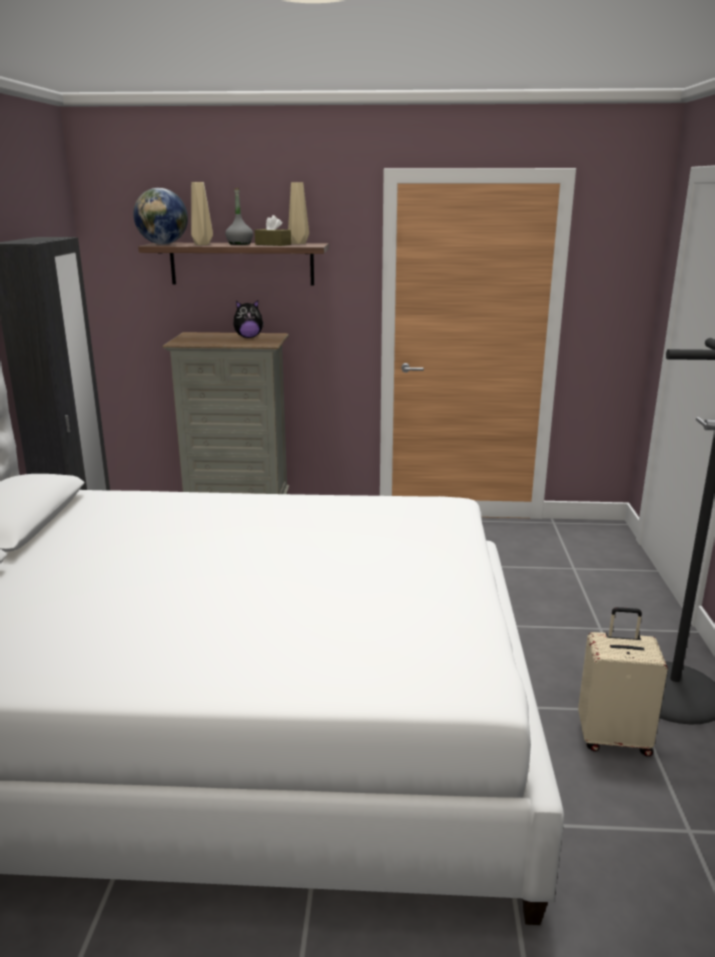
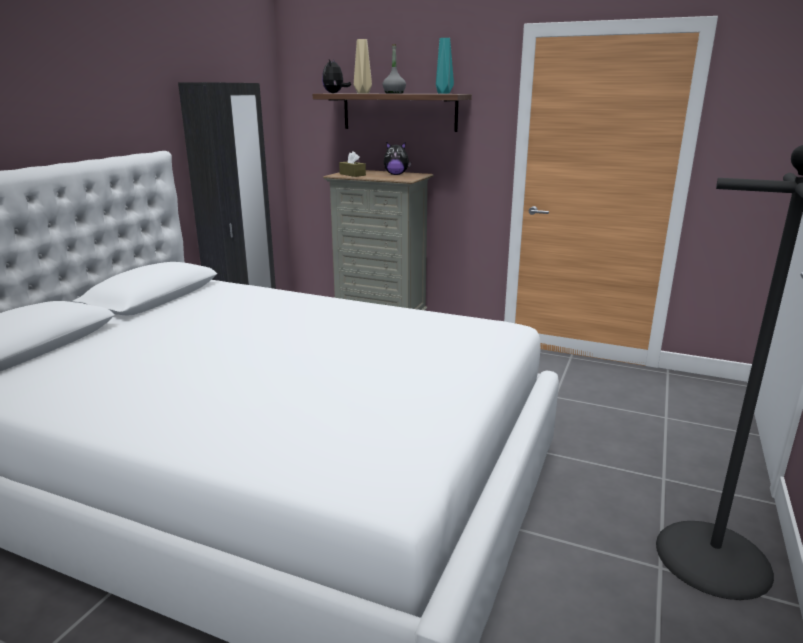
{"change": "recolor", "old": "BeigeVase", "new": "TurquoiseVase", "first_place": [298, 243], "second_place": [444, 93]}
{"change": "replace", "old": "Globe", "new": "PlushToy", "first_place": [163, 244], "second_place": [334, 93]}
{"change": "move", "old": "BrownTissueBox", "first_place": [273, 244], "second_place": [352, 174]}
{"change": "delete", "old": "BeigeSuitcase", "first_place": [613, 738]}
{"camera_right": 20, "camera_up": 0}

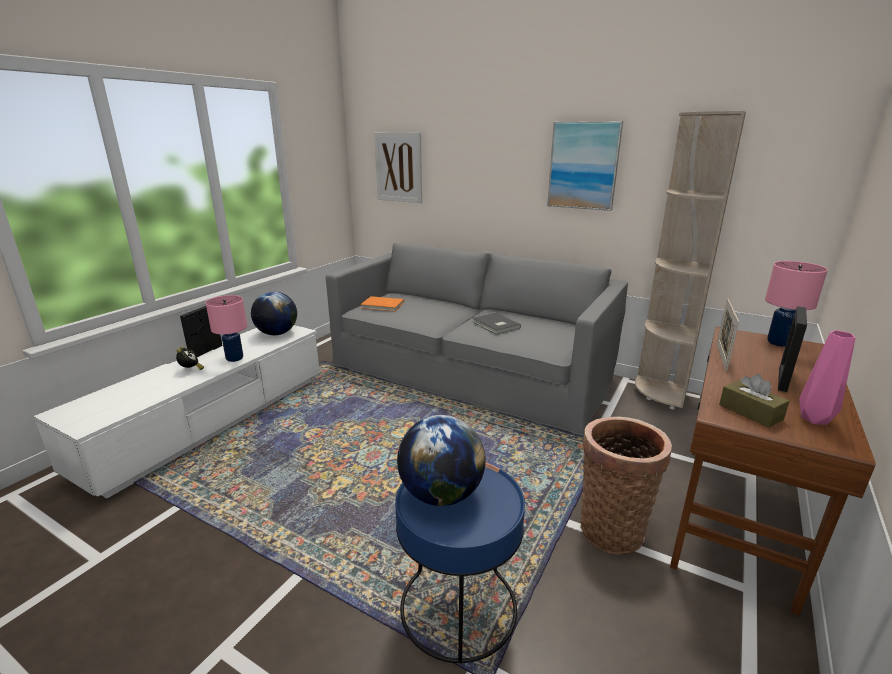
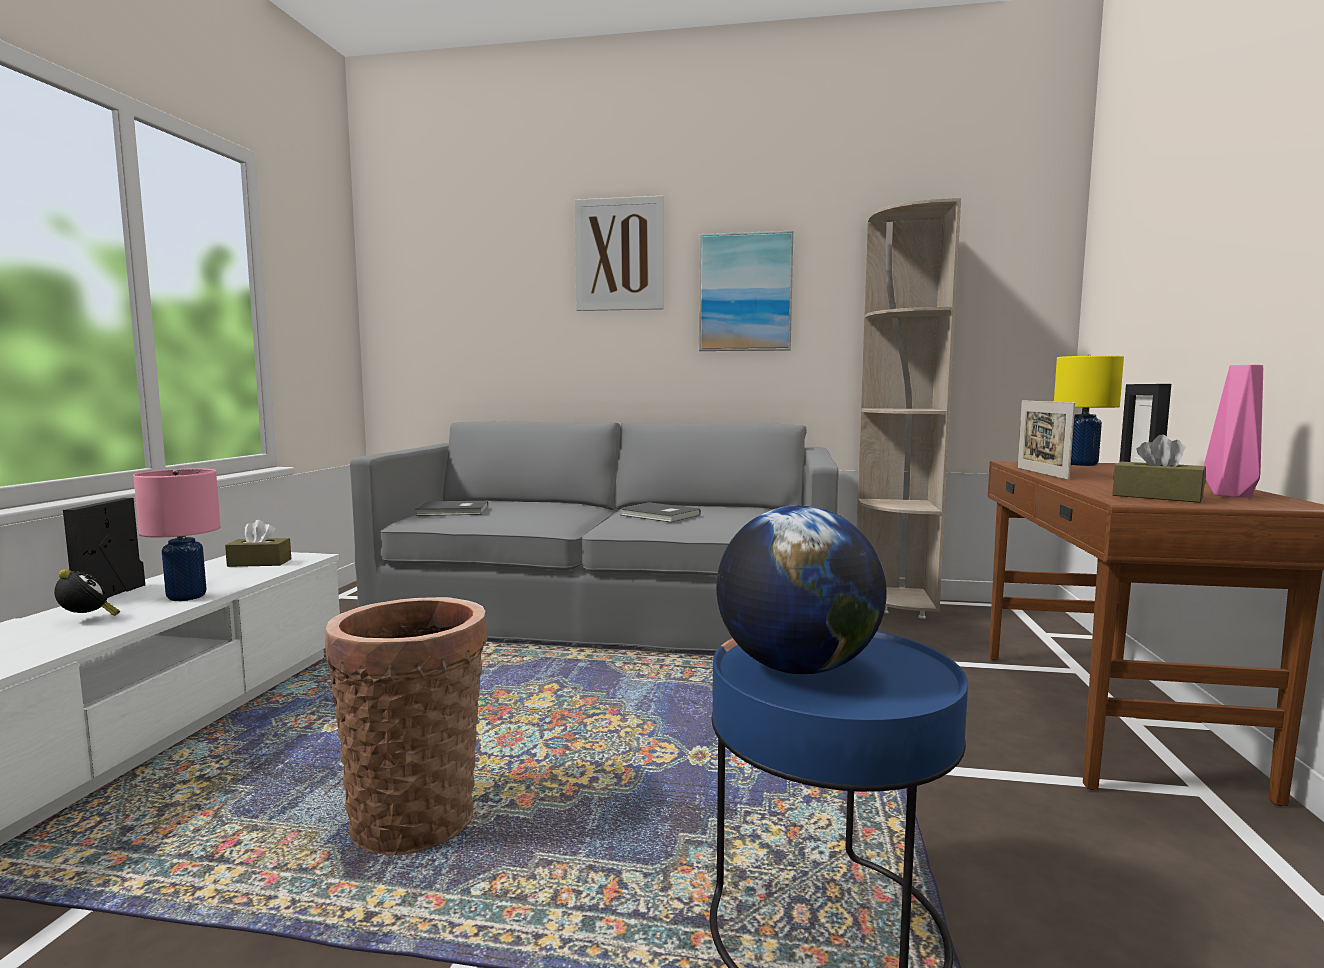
{"change": "move", "old": "Picture", "first_place": [398, 167], "second_place": [619, 254]}
{"change": "recolor", "old": "PinkTableLamp", "new": "YellowTableLamp", "first_place": [780, 343], "second_place": [1083, 464]}
{"change": "replace", "old": "Globe", "new": "BrownTissueBox", "first_place": [277, 333], "second_place": [259, 563]}
{"change": "recolor", "old": "OrangeBook", "new": "GreyBook", "first_place": [382, 305], "second_place": [454, 511]}
{"change": "move", "old": "Basket", "first_place": [612, 527], "second_place": [417, 815]}
{"camera_right": -20, "camera_up": -15}

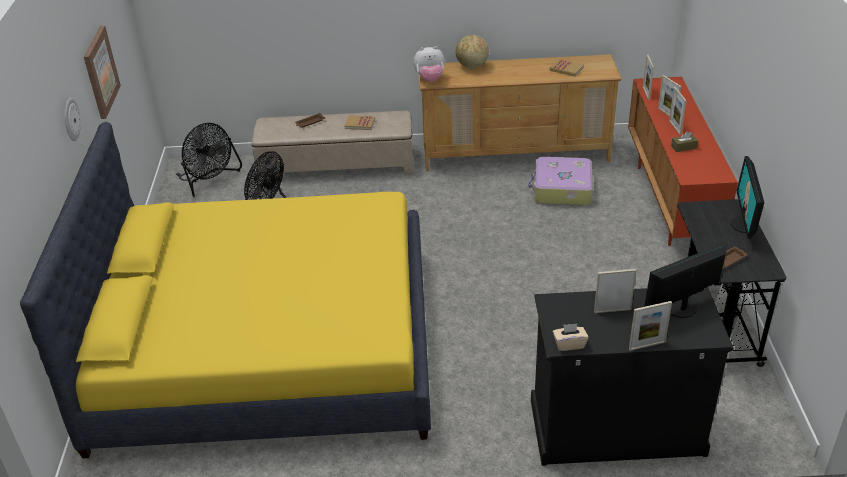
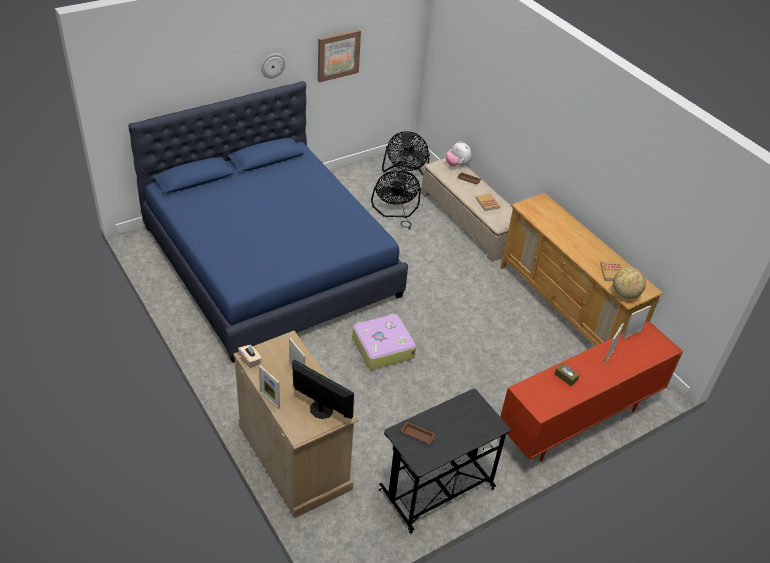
{"change": "move", "old": "Globe", "first_place": [472, 66], "second_place": [624, 294]}
{"change": "move", "old": "PlushToy", "first_place": [430, 79], "second_place": [457, 165]}
{"change": "delete", "old": "PictureFrame", "first_place": [675, 127]}
{"change": "recolor", "old": "YellowBed", "new": "BlueBed", "first_place": [267, 345], "second_place": [270, 261]}
{"change": "delete", "old": "Monitor", "first_place": [744, 224]}
{"change": "move", "old": "Suitcase", "first_place": [561, 190], "second_place": [382, 347]}
{"change": "recolor", "old": "BlackDresser", "new": "BeigeDresser", "first_place": [615, 427], "second_place": [294, 456]}
{"camera_right": 55, "camera_up": 5}

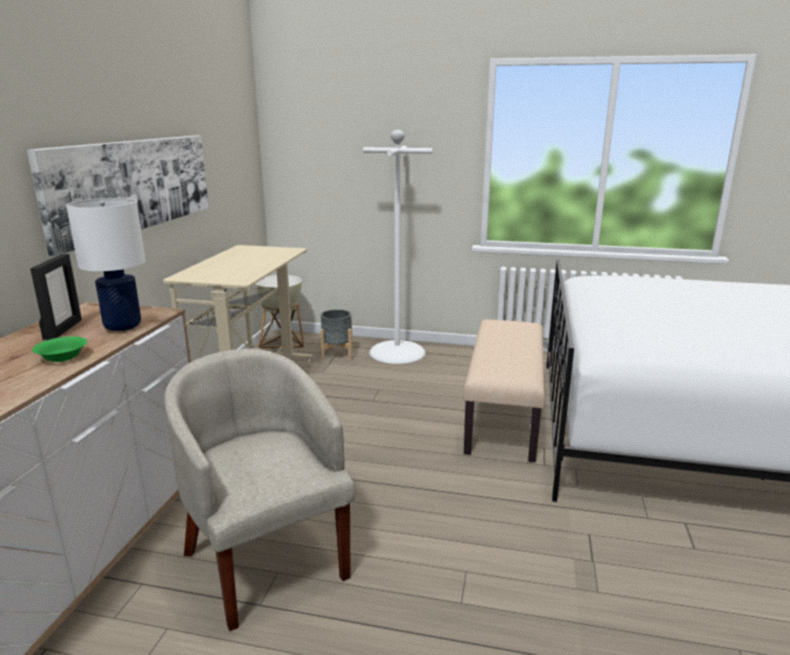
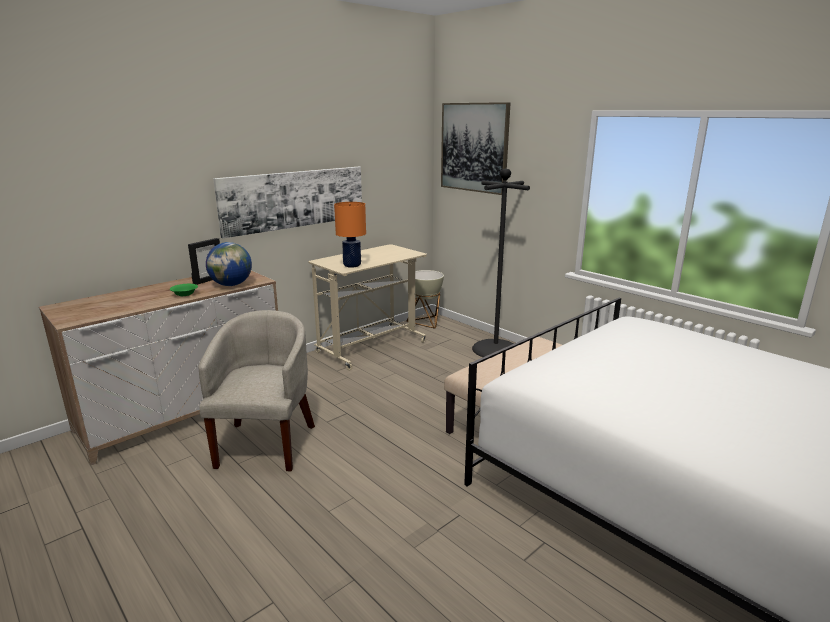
{"change": "recolor", "old": "WhiteClothesRack", "new": "BlackClothesRack", "first_place": [397, 352], "second_place": [495, 349]}
{"change": "replace", "old": "WhiteTableLamp", "new": "Globe", "first_place": [123, 327], "second_place": [231, 285]}
{"change": "delete", "old": "GreyPlanter", "first_place": [337, 354]}
{"change": "insert", "new": "Picture", "second_place": [474, 147]}
{"change": "insert", "new": "OrangeTableLamp", "second_place": [352, 266]}
{"camera_right": 35, "camera_up": 0}

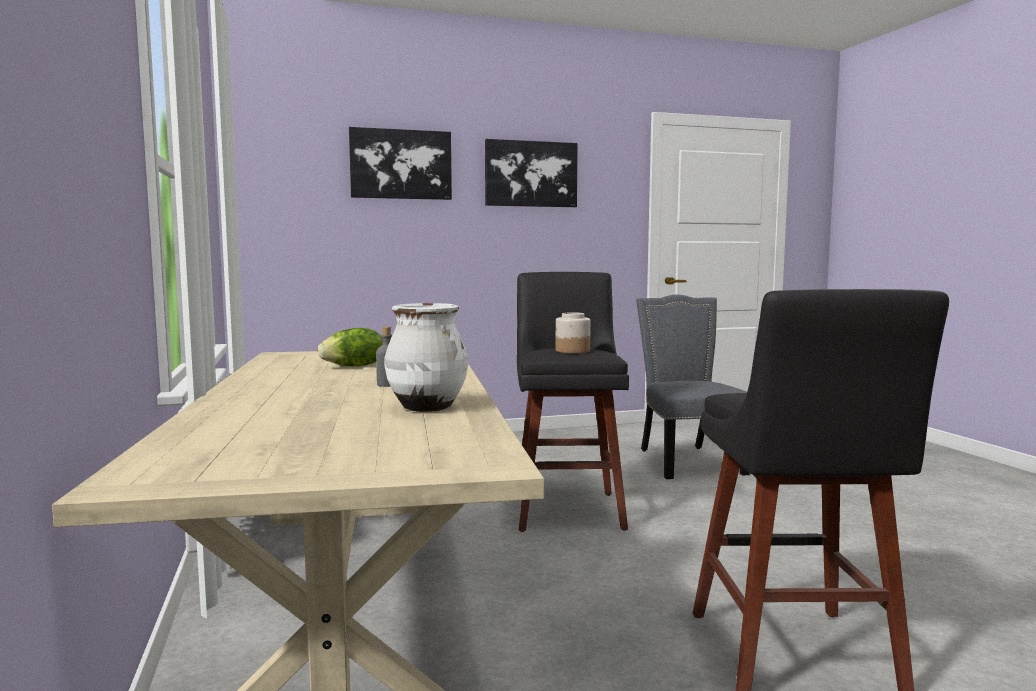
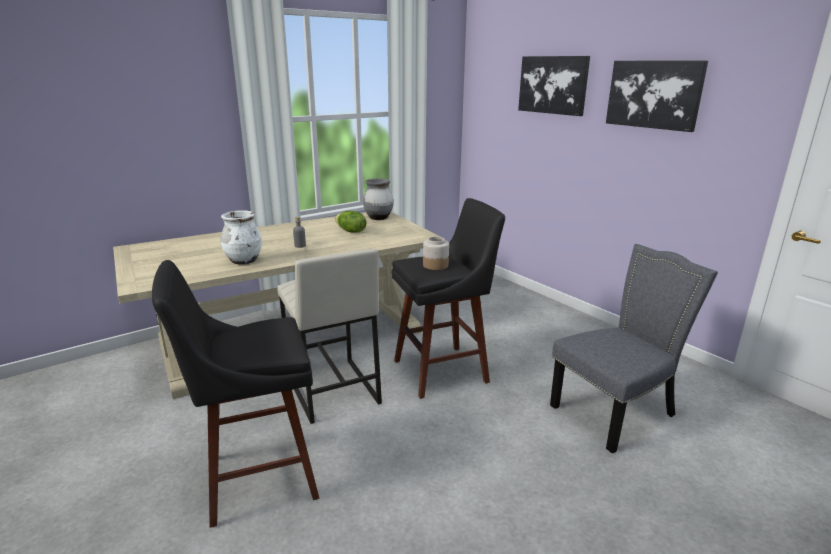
{"change": "insert", "new": "GreyVase", "second_place": [378, 218]}
{"change": "insert", "new": "BeigeStool", "second_place": [332, 389]}
{"camera_right": 70, "camera_up": 15}

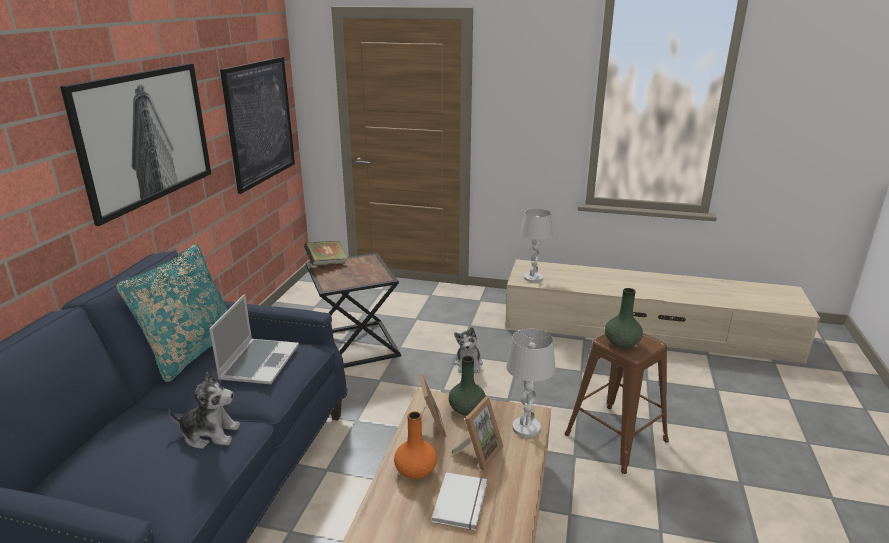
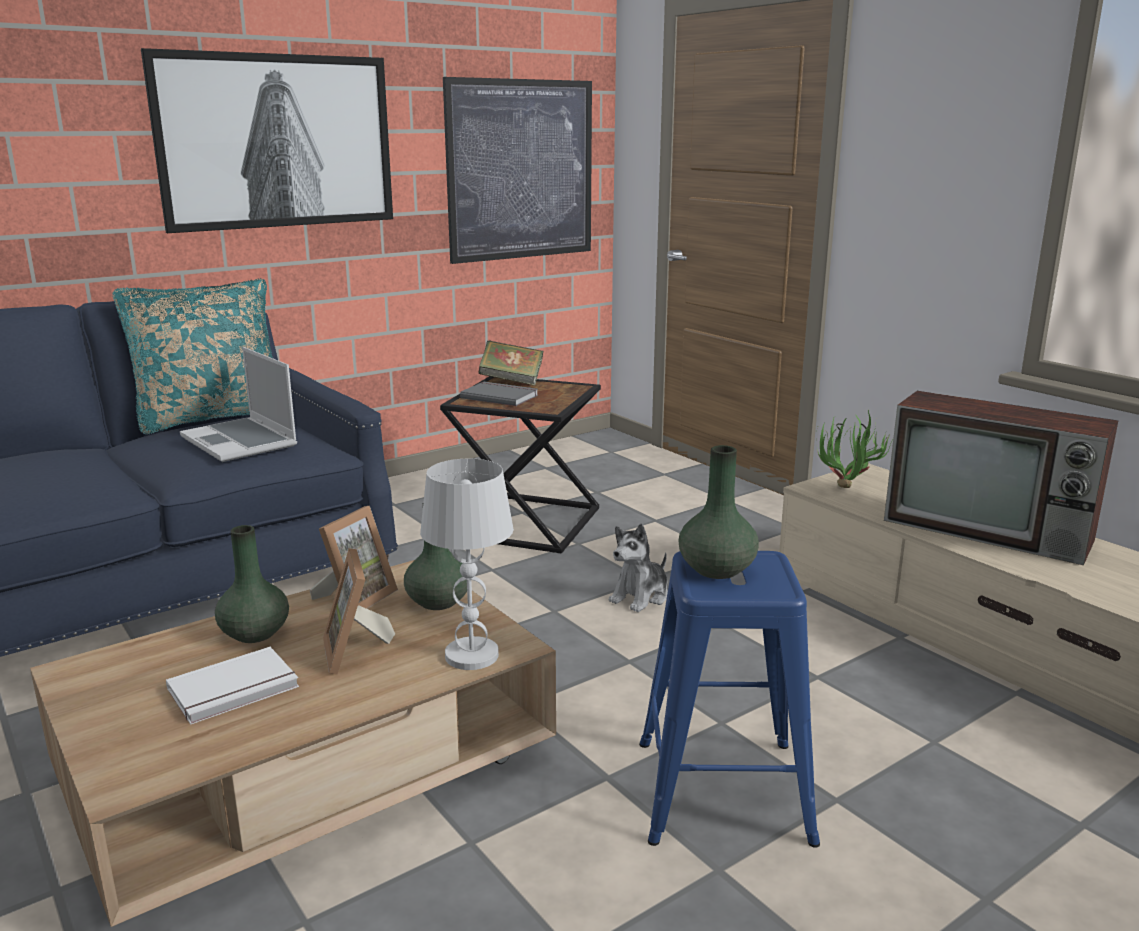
{"change": "replace", "old": "WhiteTableLamp", "new": "PottedPlant", "first_place": [533, 278], "second_place": [847, 491]}
{"change": "rotate", "old": "Laptop", "first_place": [259, 362], "second_place": [241, 442], "degrees": 90}
{"change": "recolor", "old": "BrownStool", "new": "BlueStool", "first_place": [617, 437], "second_place": [725, 791]}
{"change": "delete", "old": "PlushToy", "first_place": [210, 434]}
{"change": "rotate", "old": "PictureFrame", "first_place": [479, 453], "second_place": [357, 652], "degrees": 90}
{"change": "recolor", "old": "OrangeVase", "new": "GreenVase", "first_place": [416, 470], "second_place": [256, 633]}
{"change": "insert", "new": "GreyBook", "second_place": [500, 396]}
{"change": "insert", "new": "Television", "second_place": [991, 531]}
{"camera_right": 40, "camera_up": -5}

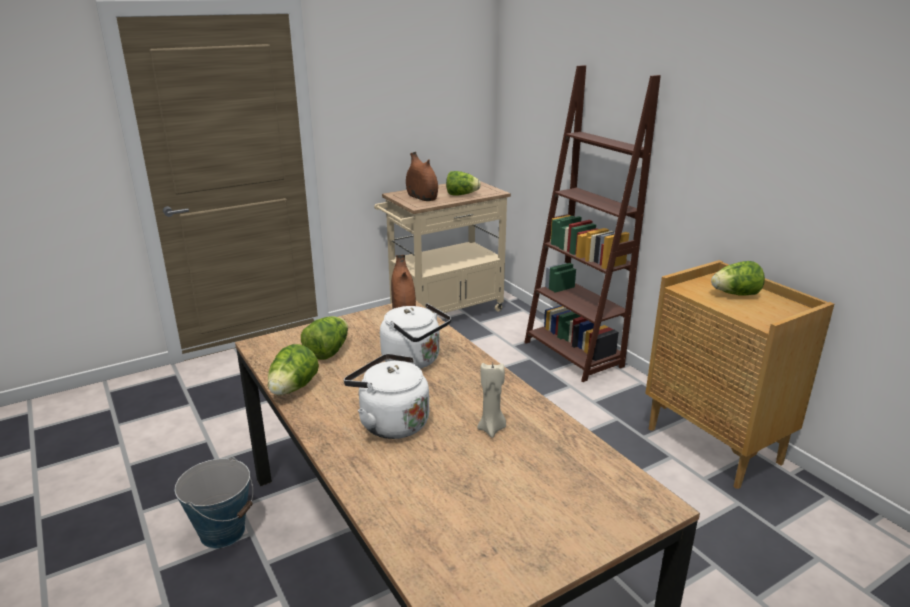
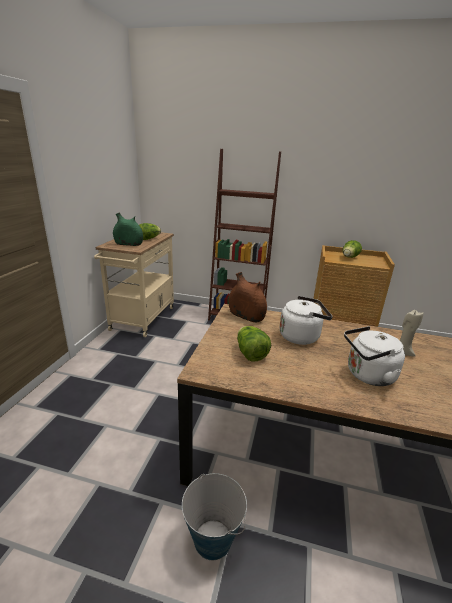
{"change": "recolor", "old": "BrownVase", "new": "GreenVase", "first_place": [421, 197], "second_place": [128, 244]}
{"change": "delete", "old": "Lettuce", "first_place": [293, 389]}
{"camera_right": -45, "camera_up": 0}

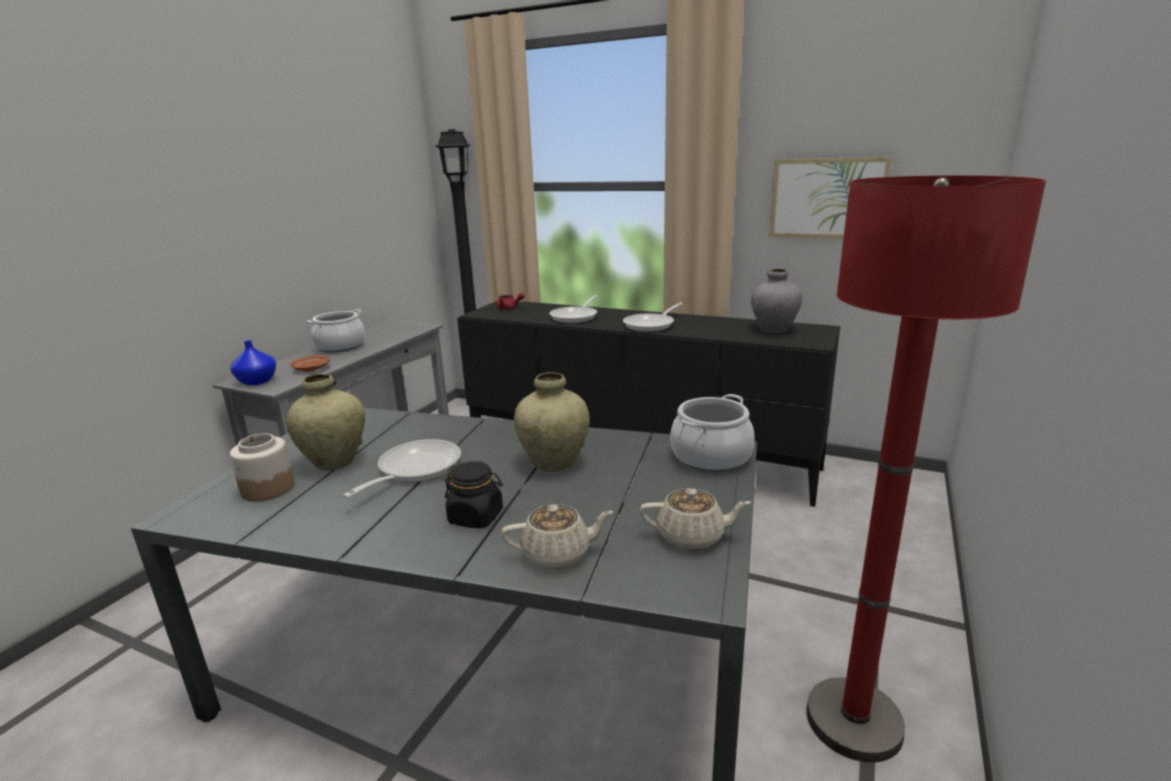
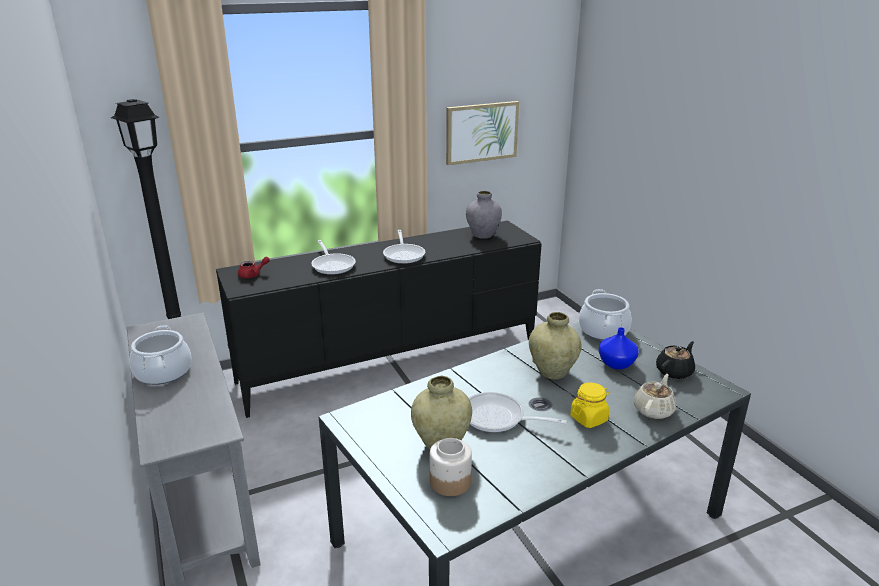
{"change": "delete", "old": "RedFloorLamp", "first_place": [854, 721]}
{"change": "move", "old": "BlueVase", "first_place": [257, 381], "second_place": [617, 363]}
{"change": "delete", "old": "BrownPlate", "first_place": [311, 368]}
{"change": "rotate", "old": "FryingPan", "first_place": [414, 470], "second_place": [498, 418], "degrees": -45}
{"change": "recolor", "old": "BlackJar", "new": "YellowJar", "first_place": [476, 517], "second_place": [589, 418]}
{"change": "recolor", "old": "BeigeTeapot", "new": "BlackTeapot", "first_place": [692, 537], "second_place": [674, 371]}
{"camera_right": -50, "camera_up": 5}

